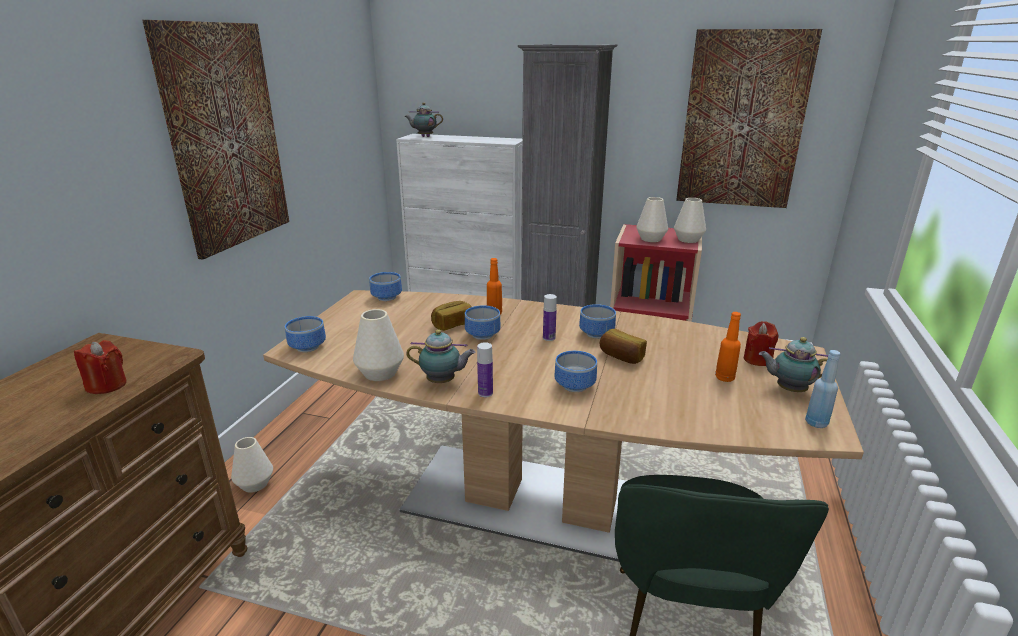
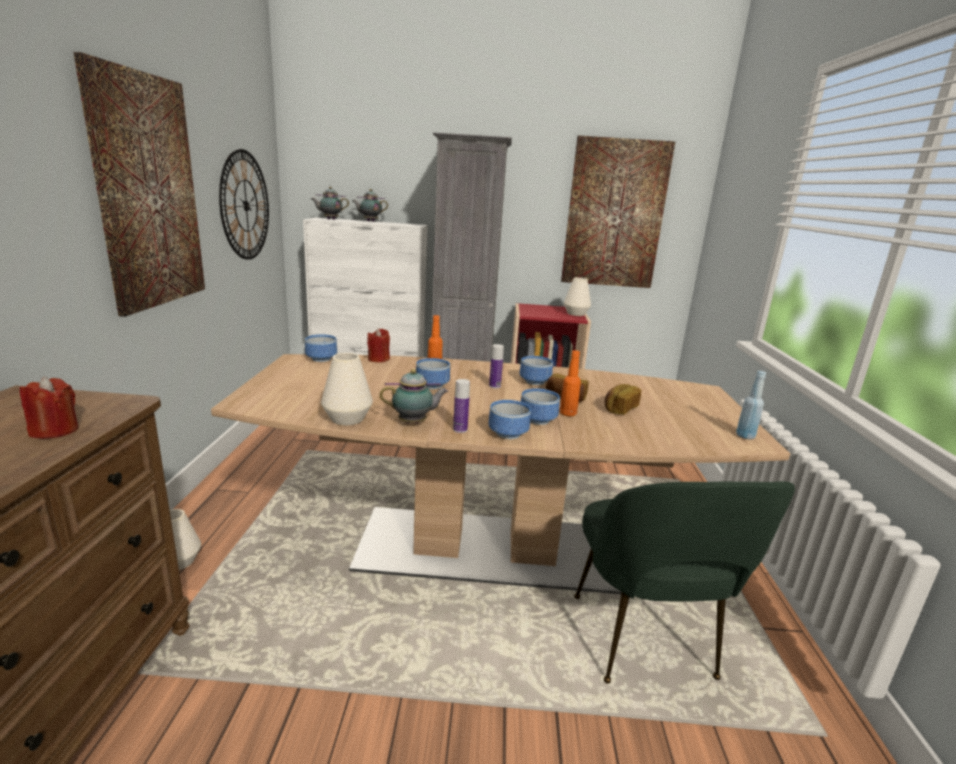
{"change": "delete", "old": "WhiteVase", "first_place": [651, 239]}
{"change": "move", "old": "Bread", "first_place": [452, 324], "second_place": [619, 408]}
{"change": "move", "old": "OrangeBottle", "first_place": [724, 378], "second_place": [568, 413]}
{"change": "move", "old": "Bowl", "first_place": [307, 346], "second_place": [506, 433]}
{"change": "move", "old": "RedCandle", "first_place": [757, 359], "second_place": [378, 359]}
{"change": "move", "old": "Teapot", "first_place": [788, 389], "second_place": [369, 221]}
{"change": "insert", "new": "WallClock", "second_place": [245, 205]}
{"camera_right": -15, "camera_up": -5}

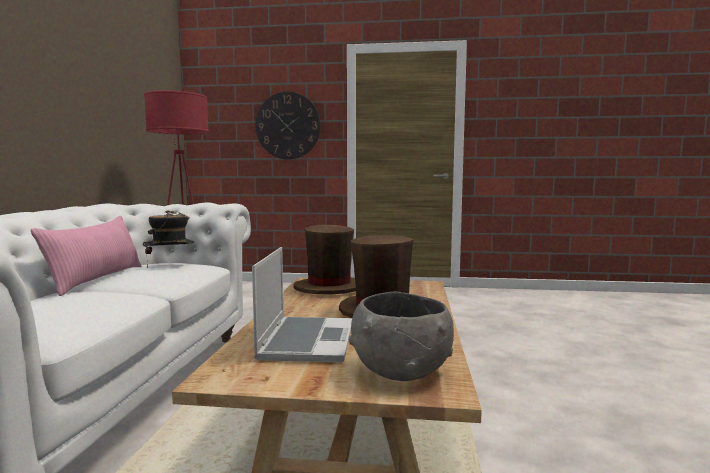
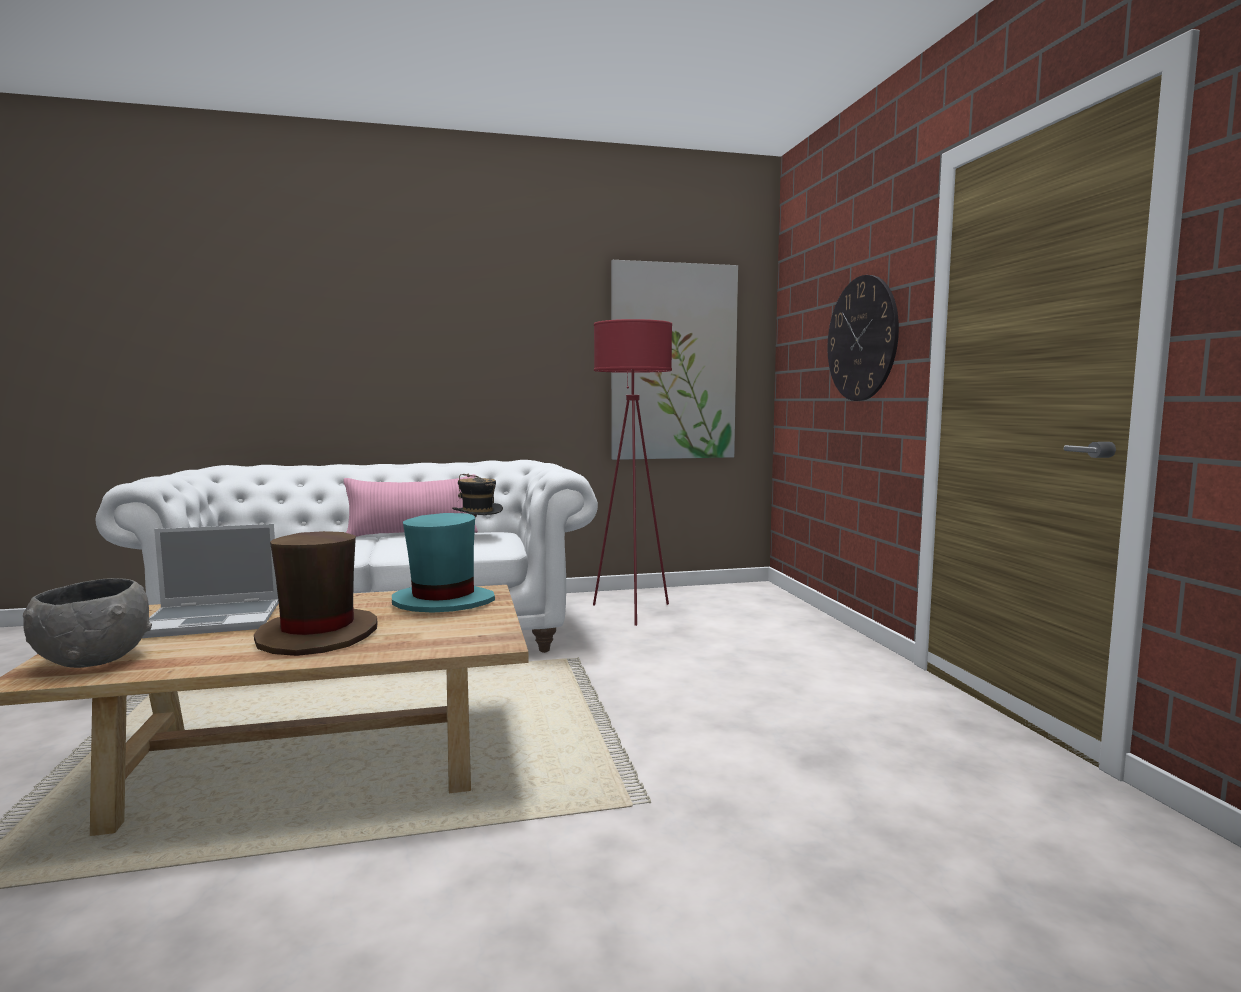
{"change": "recolor", "old": "BrownHat", "new": "TurquoiseHat", "first_place": [328, 288], "second_place": [443, 602]}
{"change": "insert", "new": "Picture", "second_place": [673, 362]}
{"camera_right": 70, "camera_up": 0}

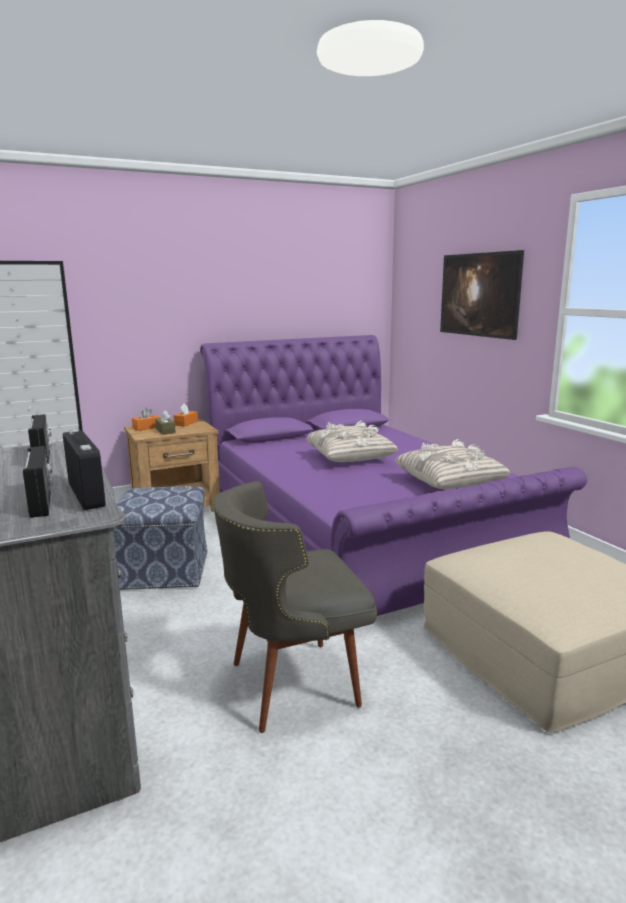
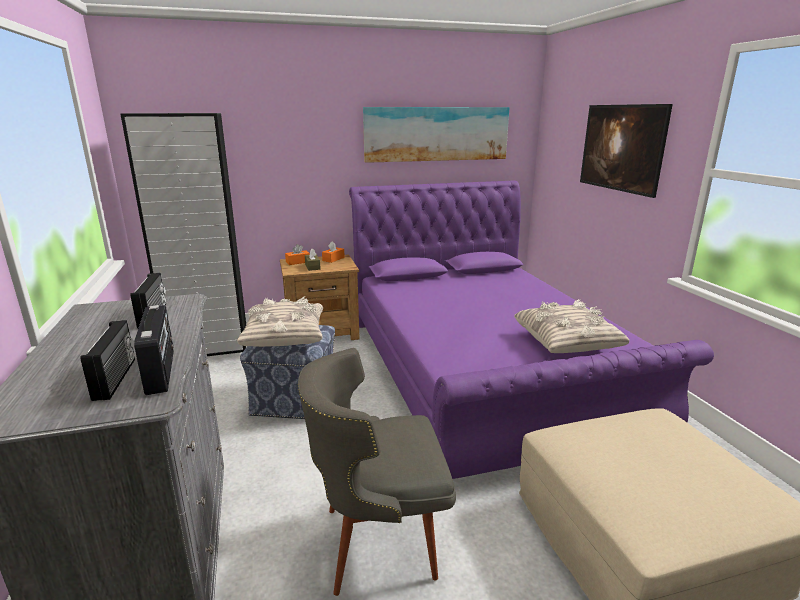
{"change": "move", "old": "BeigePillow", "first_place": [350, 458], "second_place": [285, 338]}
{"change": "insert", "new": "Picture", "second_place": [436, 134]}
{"camera_right": 10, "camera_up": 5}

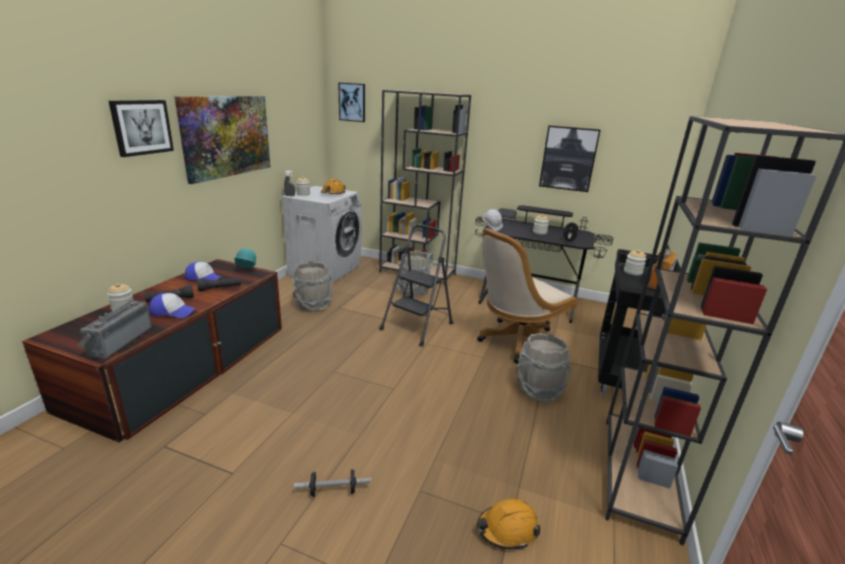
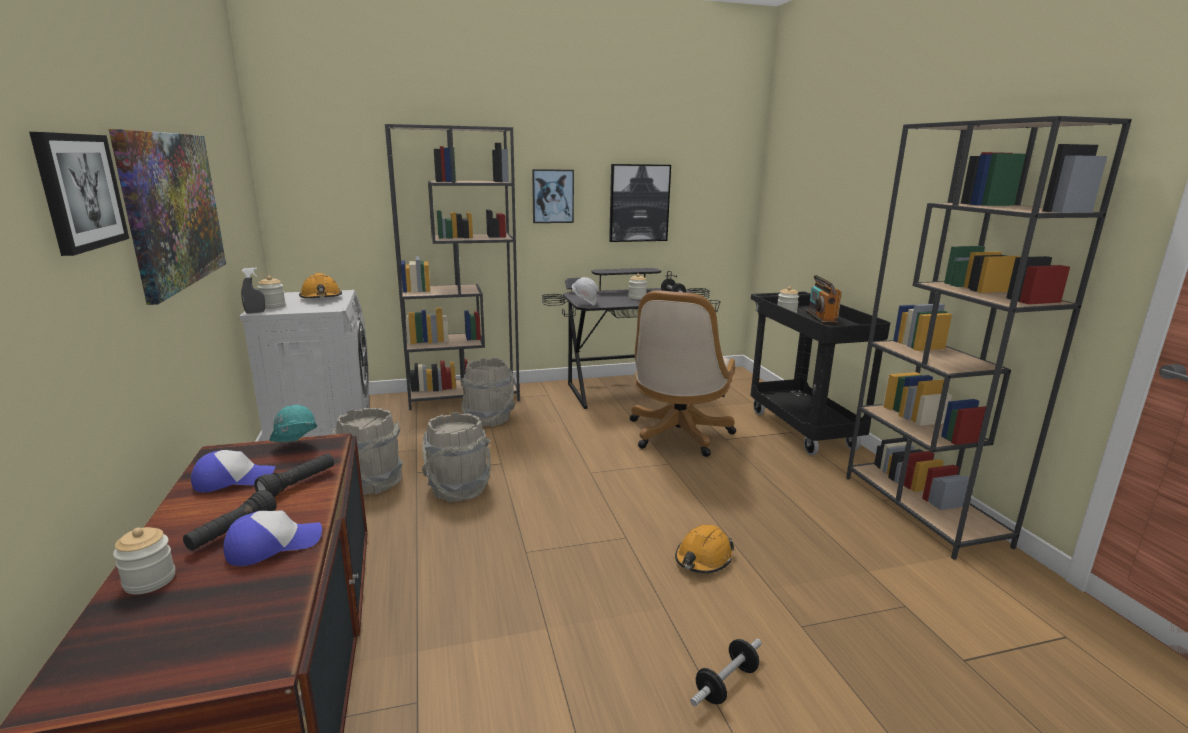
{"change": "move", "old": "Picture", "first_place": [352, 102], "second_place": [552, 196]}
{"change": "delete", "old": "BlackStepLadder", "first_place": [418, 325]}
{"change": "delete", "old": "Radio", "first_place": [118, 341]}
{"change": "move", "old": "GreyBucket", "first_place": [539, 390], "second_place": [458, 489]}
{"change": "move", "old": "OrangeHardHat", "first_place": [507, 529], "second_place": [703, 559]}
{"camera_right": -35, "camera_up": -5}

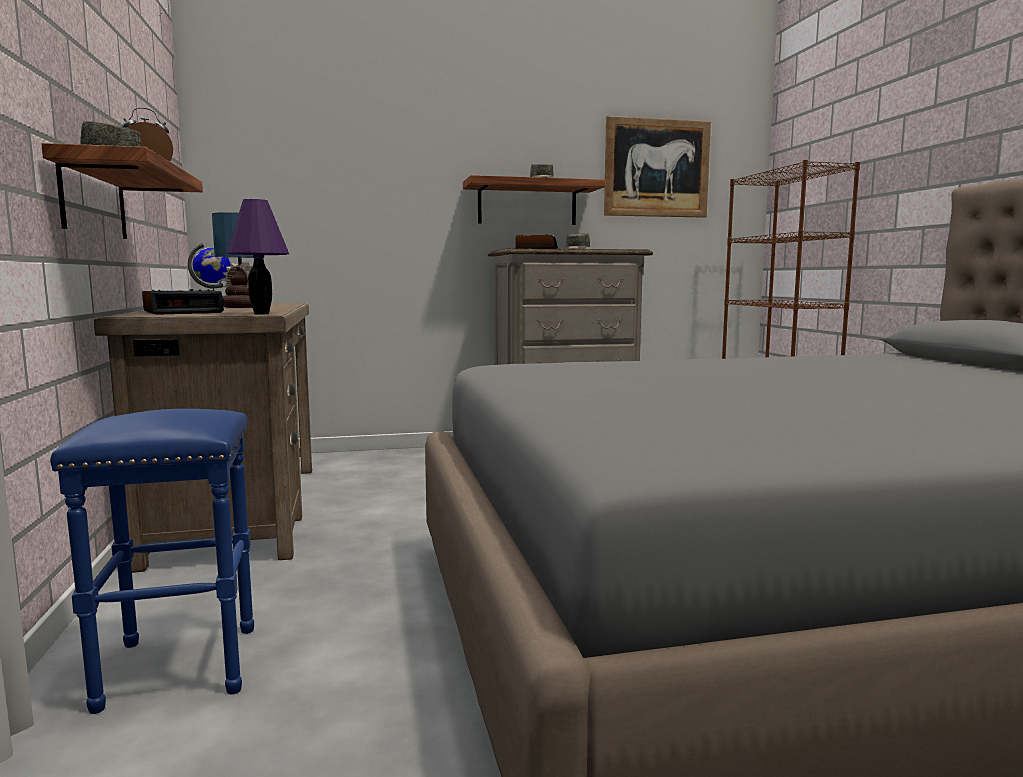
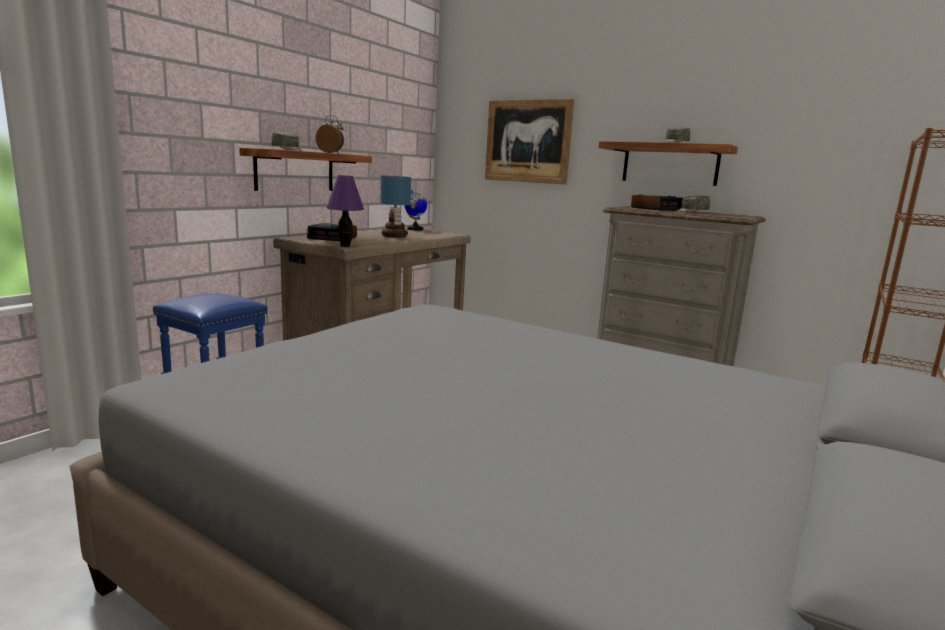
{"change": "move", "old": "Picture", "first_place": [656, 168], "second_place": [527, 141]}
{"camera_right": 45, "camera_up": 5}

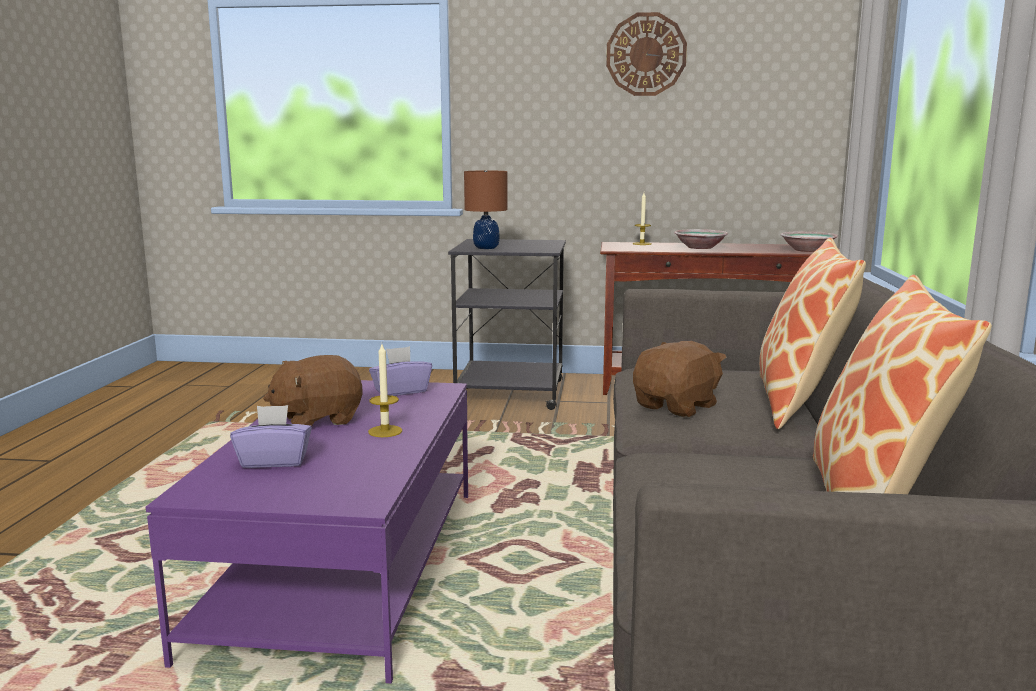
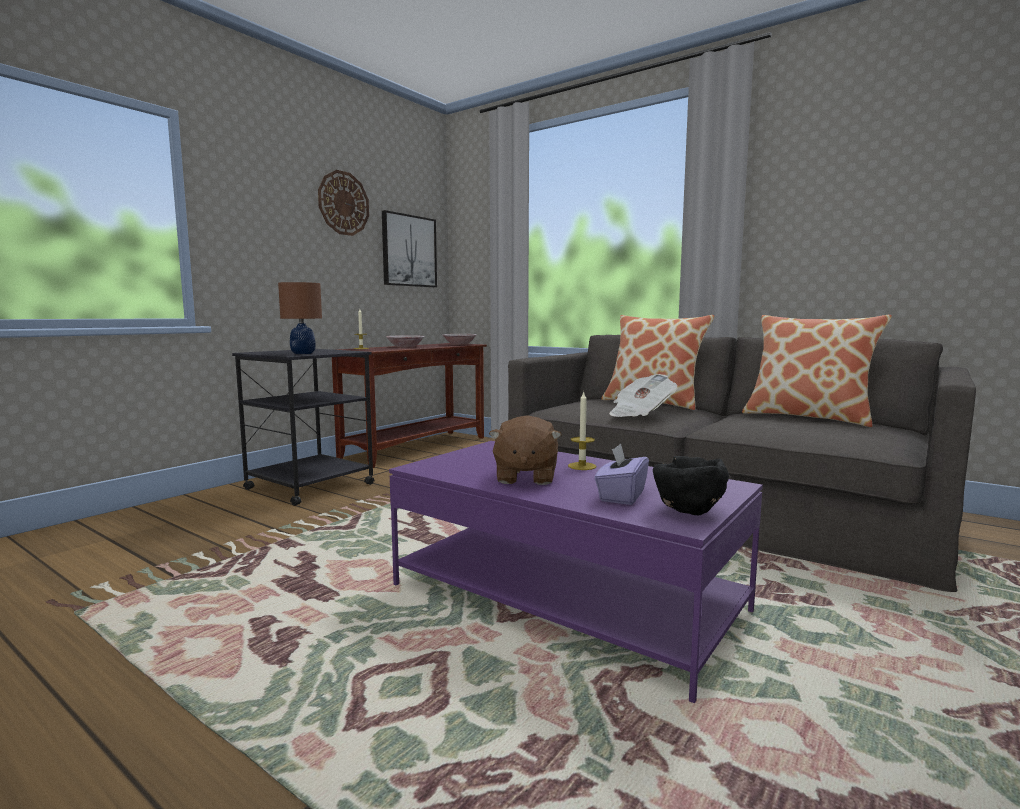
{"change": "replace", "old": "BrownPlushToy", "new": "Newspaper", "first_place": [677, 407], "second_place": [640, 414]}
{"change": "delete", "old": "PurpleTissueBox", "first_place": [400, 391]}
{"change": "insert", "new": "Picture", "second_place": [409, 251]}
{"change": "insert", "new": "BlackBowl", "second_place": [688, 512]}
{"camera_right": -60, "camera_up": -5}

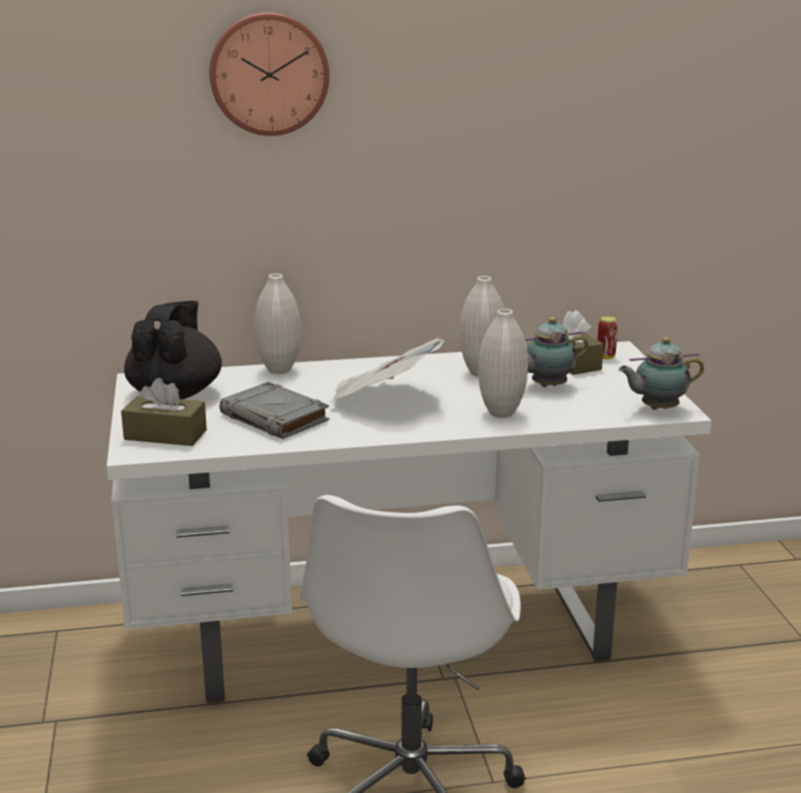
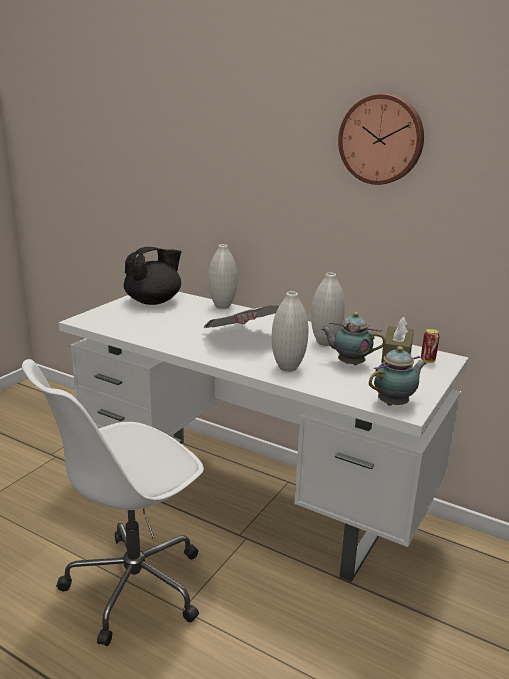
{"change": "move", "old": "WallClock", "first_place": [269, 73], "second_place": [381, 139]}
{"change": "rotate", "old": "Teapot", "first_place": [656, 409], "second_place": [395, 403], "degrees": 120}
{"change": "delete", "old": "BrownTissueBox", "first_place": [165, 435]}
{"change": "delete", "old": "GreyBook", "first_place": [276, 418]}
{"camera_right": 40, "camera_up": 0}

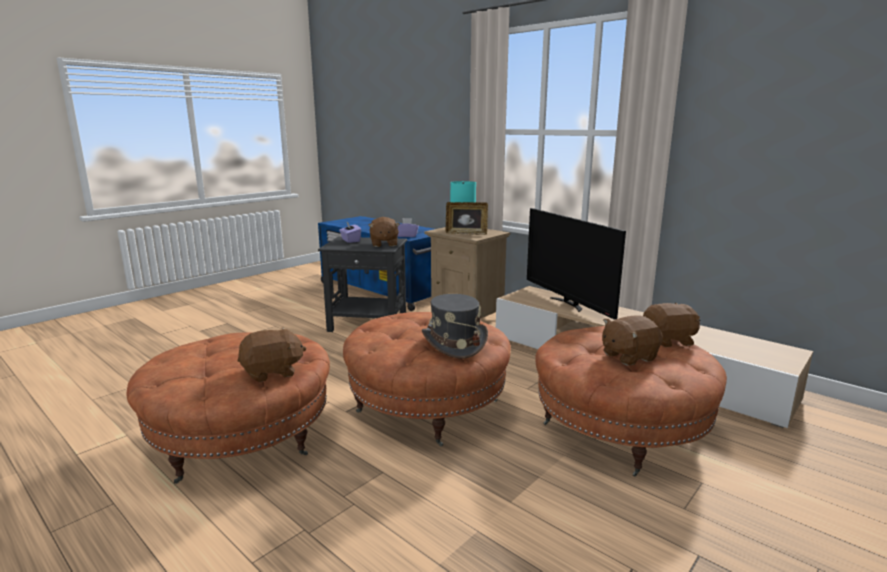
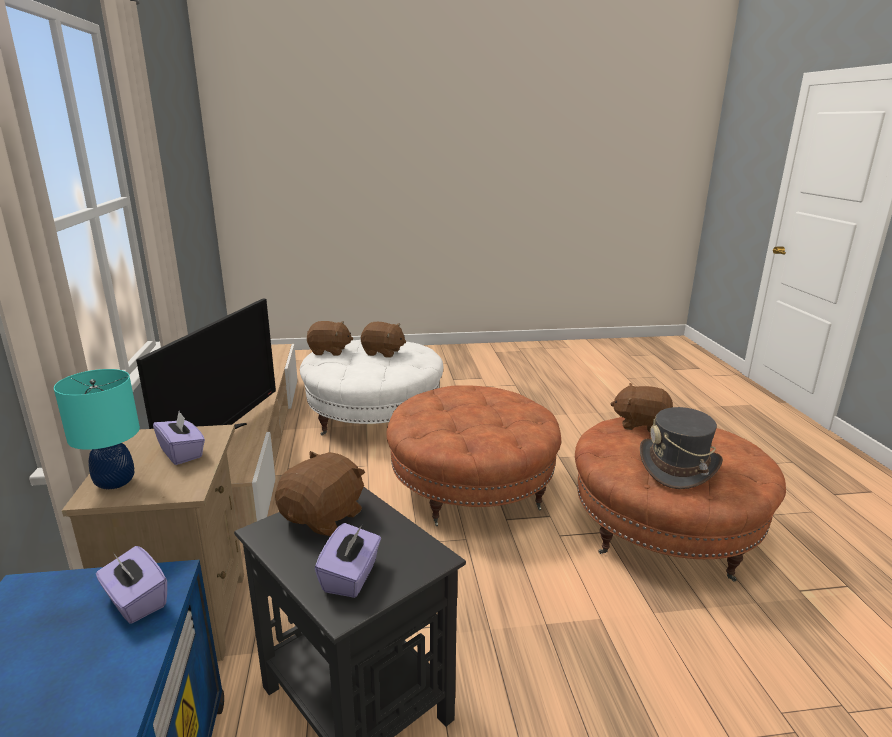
{"change": "replace", "old": "PictureFrame", "new": "PurpleTissueBox", "first_place": [466, 233], "second_place": [182, 453]}
{"change": "move", "old": "GreyHat", "first_place": [454, 343], "second_place": [678, 467]}
{"change": "rotate", "old": "BrownPlushToy", "first_place": [669, 340], "second_place": [329, 351], "degrees": 150}
{"change": "recolor", "old": "BrownOttoman", "new": "WhiteOttoman", "first_place": [620, 429], "second_place": [374, 417]}
{"camera_right": -140, "camera_up": 5}

